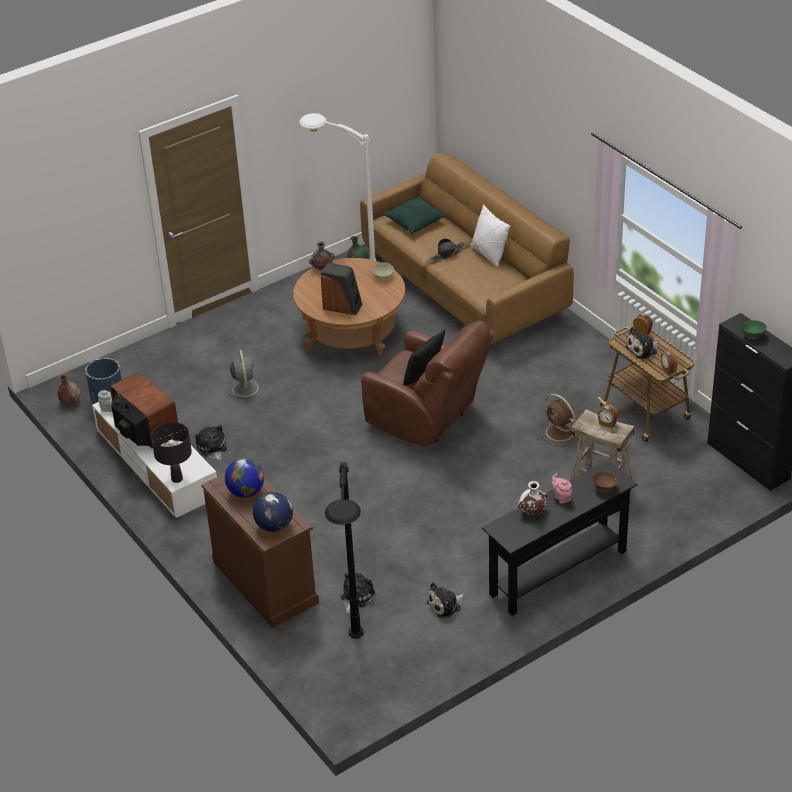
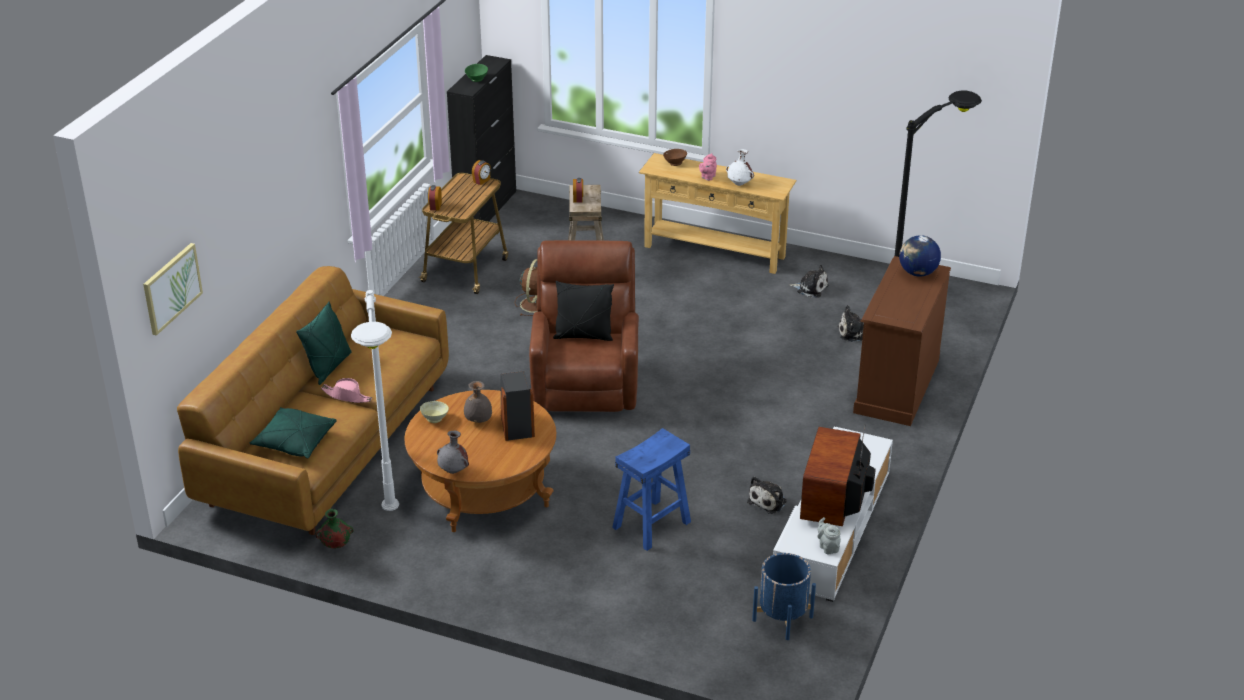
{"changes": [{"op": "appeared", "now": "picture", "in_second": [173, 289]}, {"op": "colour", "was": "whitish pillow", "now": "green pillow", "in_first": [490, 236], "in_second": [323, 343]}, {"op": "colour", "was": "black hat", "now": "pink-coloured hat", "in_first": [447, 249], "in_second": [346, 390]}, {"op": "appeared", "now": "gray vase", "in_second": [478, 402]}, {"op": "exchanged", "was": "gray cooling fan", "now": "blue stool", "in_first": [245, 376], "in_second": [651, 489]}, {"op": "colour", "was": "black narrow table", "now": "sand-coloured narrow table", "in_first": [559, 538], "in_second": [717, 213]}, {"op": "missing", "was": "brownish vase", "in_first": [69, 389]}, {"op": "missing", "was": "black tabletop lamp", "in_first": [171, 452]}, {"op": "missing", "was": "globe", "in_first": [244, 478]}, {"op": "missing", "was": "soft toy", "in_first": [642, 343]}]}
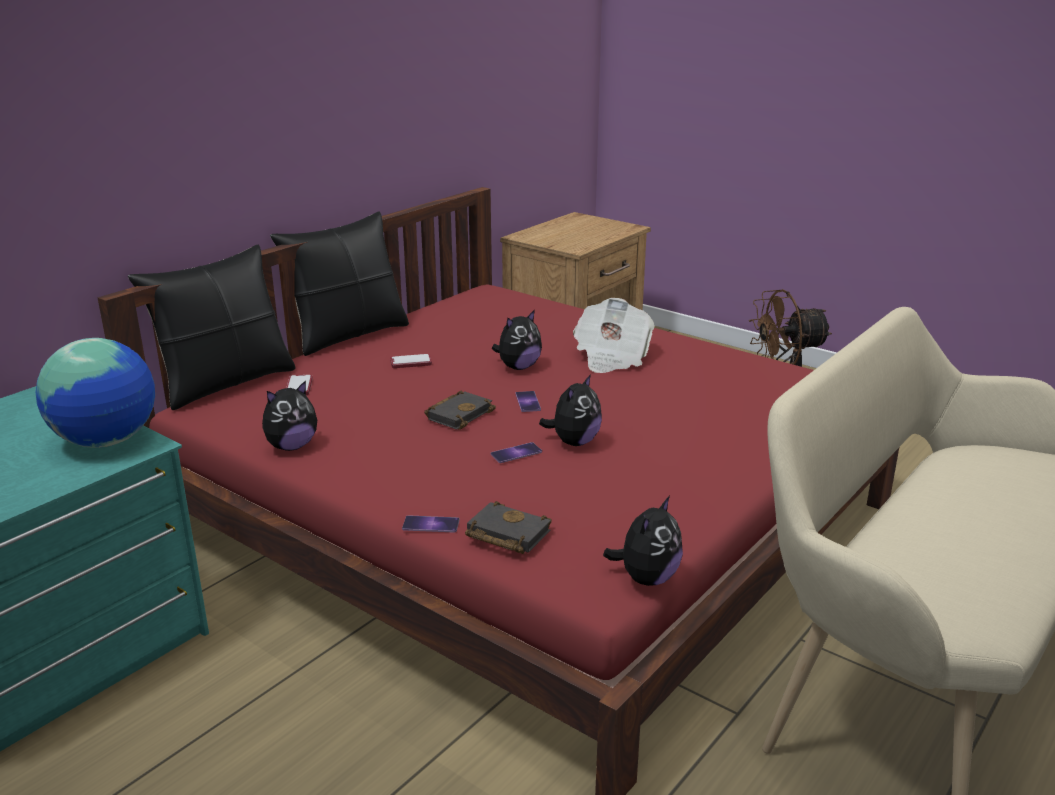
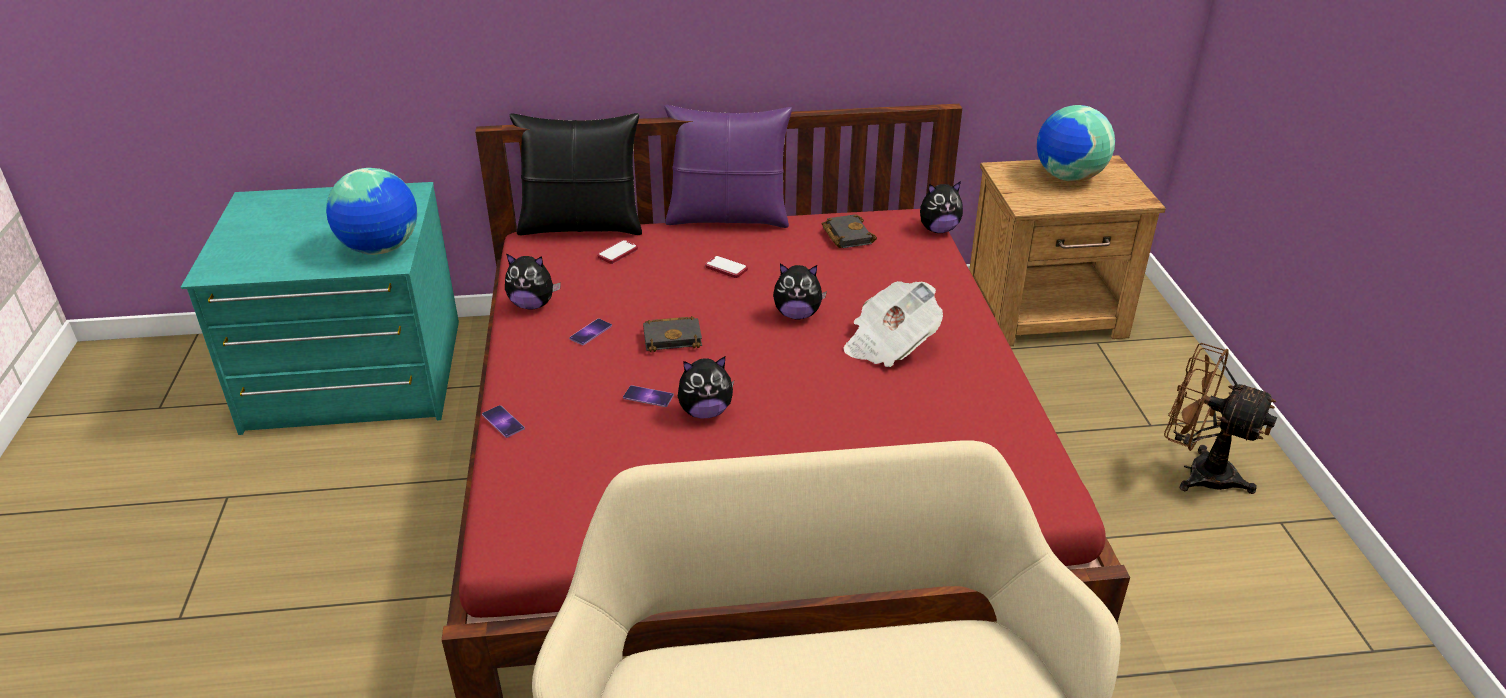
{"changes": [{"op": "relocated", "was": "handset", "in_first": [528, 401], "in_second": [590, 332]}, {"op": "colour", "was": "black pillow", "now": "purple-coloured pillow", "in_first": [339, 283], "in_second": [728, 166]}, {"op": "relocated", "was": "black book", "in_first": [508, 527], "in_second": [849, 231]}, {"op": "relocated", "was": "soft toy", "in_first": [643, 541], "in_second": [941, 207]}, {"op": "appeared", "now": "globe", "in_second": [1076, 143]}]}
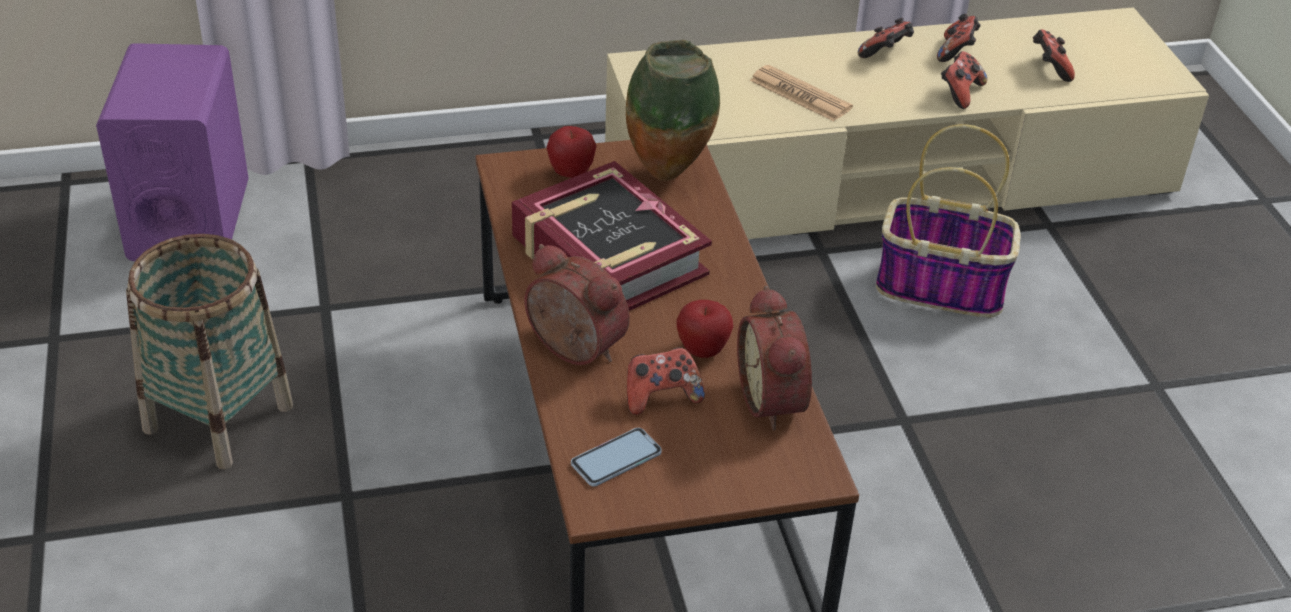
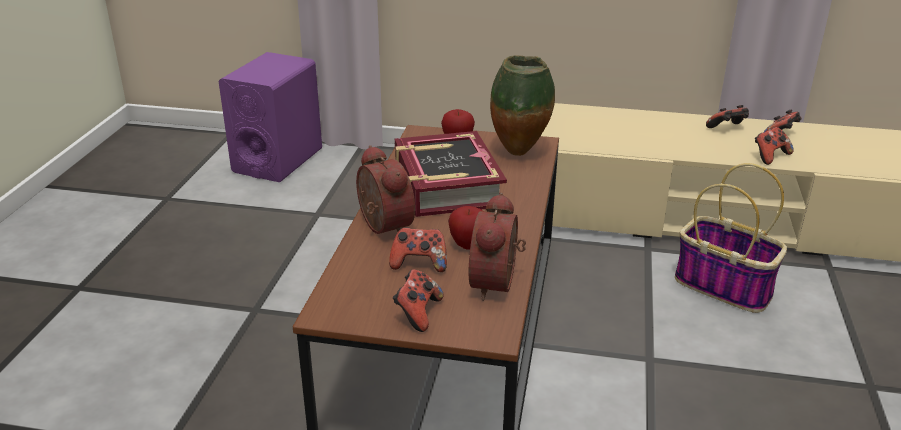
{"changes": [{"op": "relocated", "was": "gamepad", "in_first": [1054, 55], "in_second": [418, 300]}, {"op": "missing", "was": "basket", "in_first": [209, 351]}, {"op": "missing", "was": "handset", "in_first": [616, 457]}, {"op": "missing", "was": "printed paper", "in_first": [801, 93]}]}
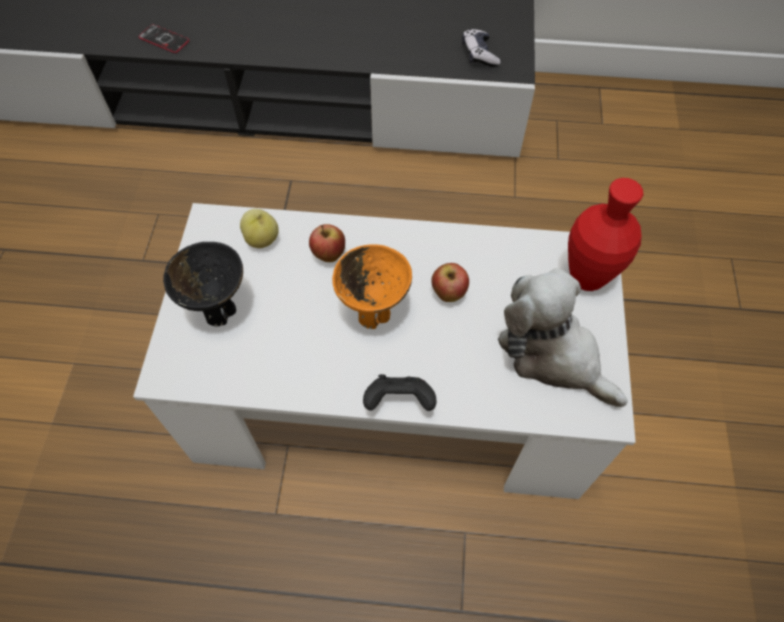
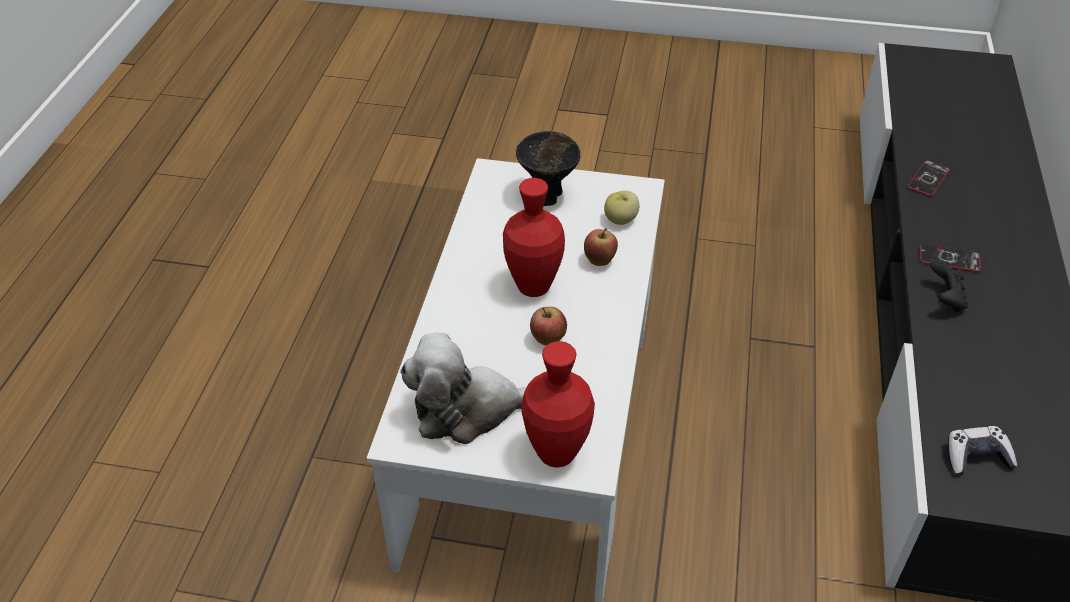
{"changes": [{"op": "spun", "was": "soft toy", "in_first": [562, 337], "in_second": [463, 388], "clockwise": -150}, {"op": "exchanged", "was": "orange-coloured deep dish", "now": "red-coloured vase", "in_first": [372, 286], "in_second": [534, 237]}, {"op": "appeared", "now": "handset", "in_second": [950, 258]}, {"op": "relocated", "was": "black gamepad", "in_first": [400, 392], "in_second": [949, 286]}]}
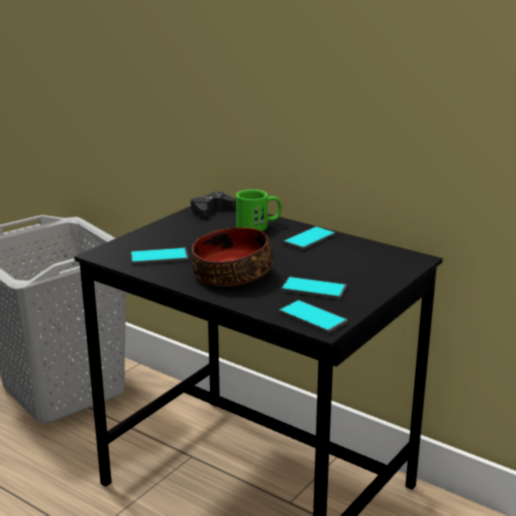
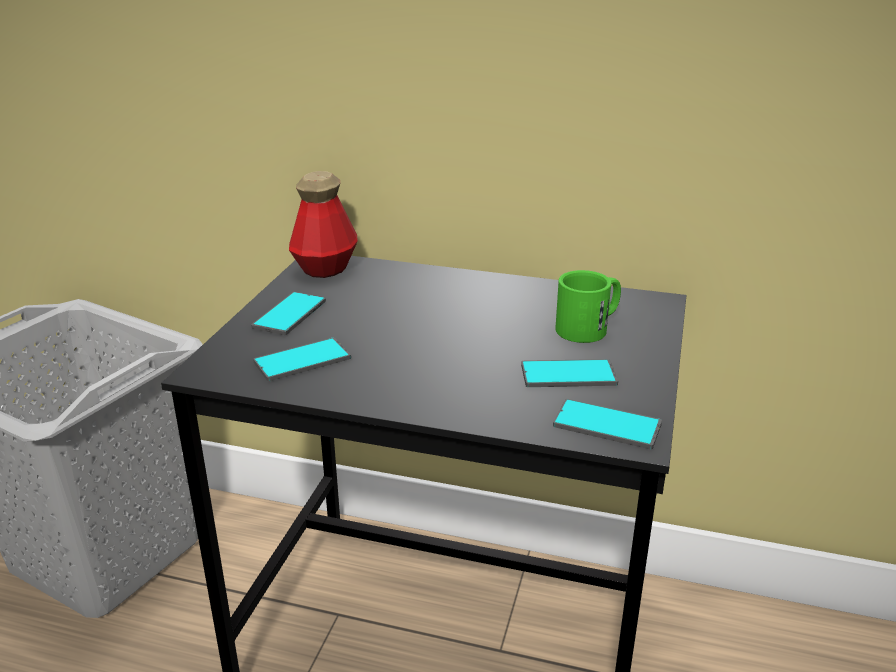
{"changes": [{"op": "relocated", "was": "handset", "in_first": [309, 238], "in_second": [288, 313]}, {"op": "exchanged", "was": "black gamepad", "now": "bottle", "in_first": [213, 203], "in_second": [323, 224]}, {"op": "relocated", "was": "green mug", "in_first": [259, 210], "in_second": [588, 306]}, {"op": "missing", "was": "deep dish", "in_first": [232, 256]}]}
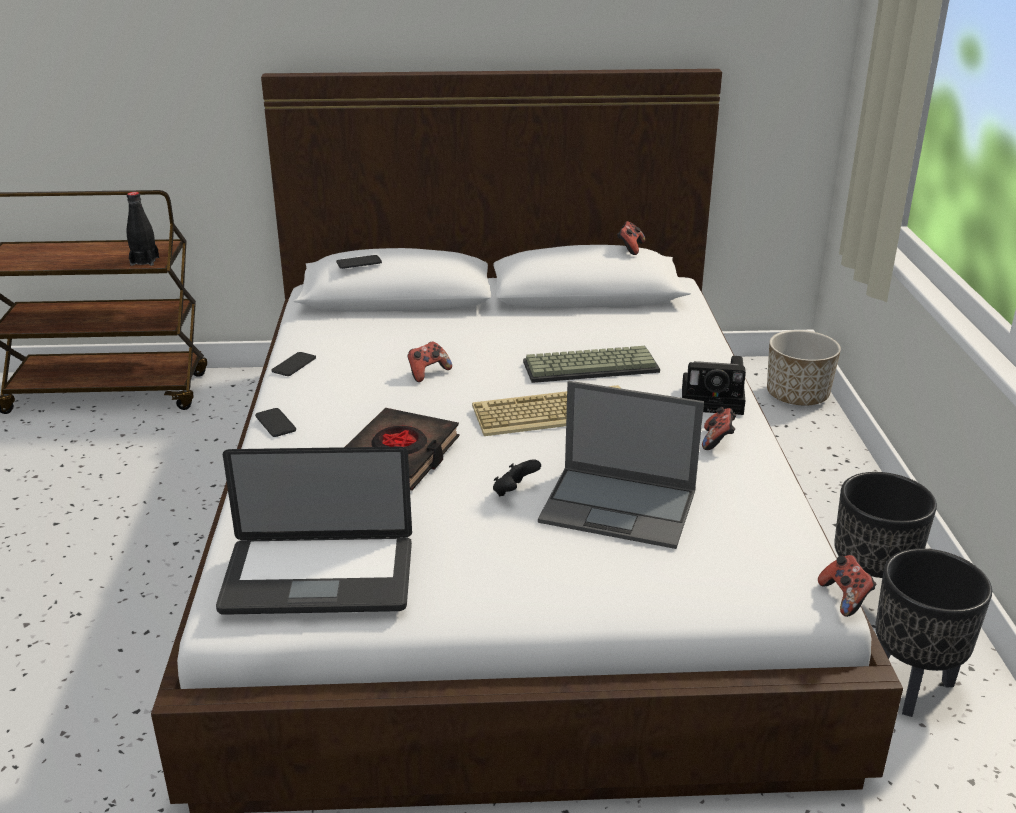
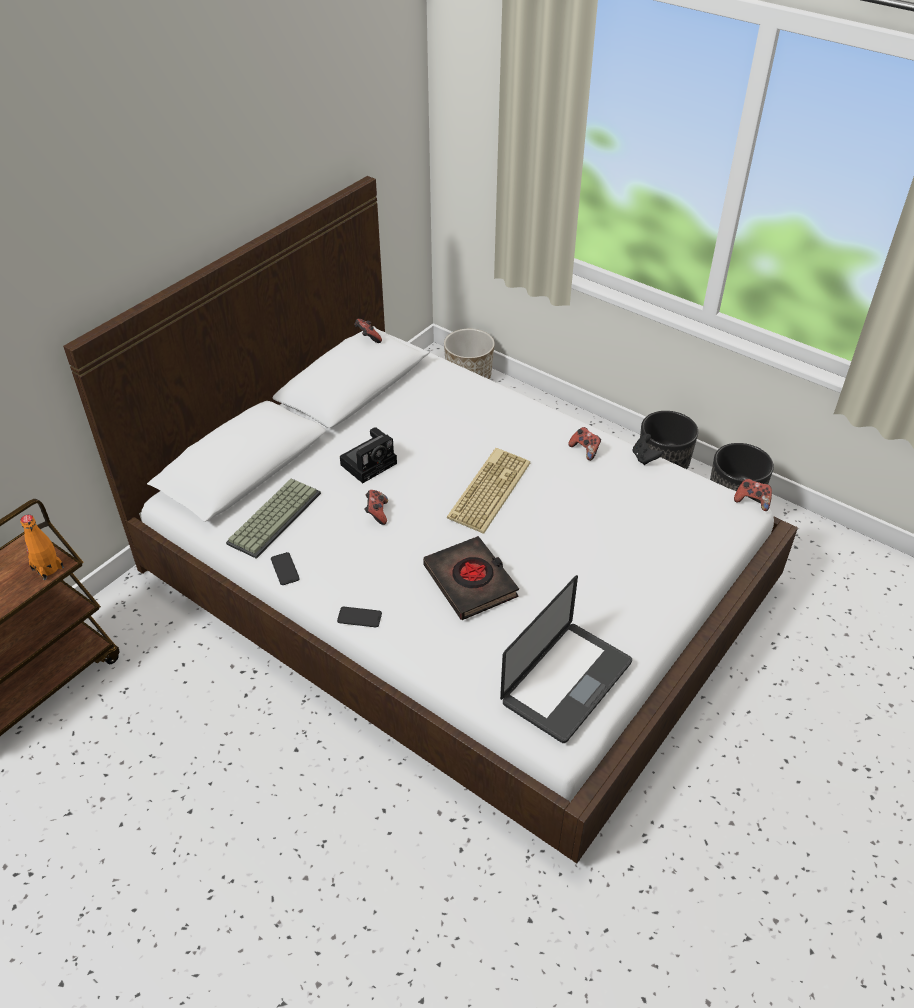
{"changes": [{"op": "colour", "was": "black bottle", "now": "orange-coloured bottle", "in_first": [142, 229], "in_second": [42, 547]}, {"op": "relocated", "was": "PC keyboard", "in_first": [591, 364], "in_second": [273, 518]}, {"op": "relocated", "was": "photo camera", "in_first": [714, 385], "in_second": [368, 455]}, {"op": "relocated", "was": "black gamepad", "in_first": [517, 477], "in_second": [647, 449]}, {"op": "missing", "was": "handset", "in_first": [359, 262]}, {"op": "missing", "was": "portable computer", "in_first": [621, 465]}]}
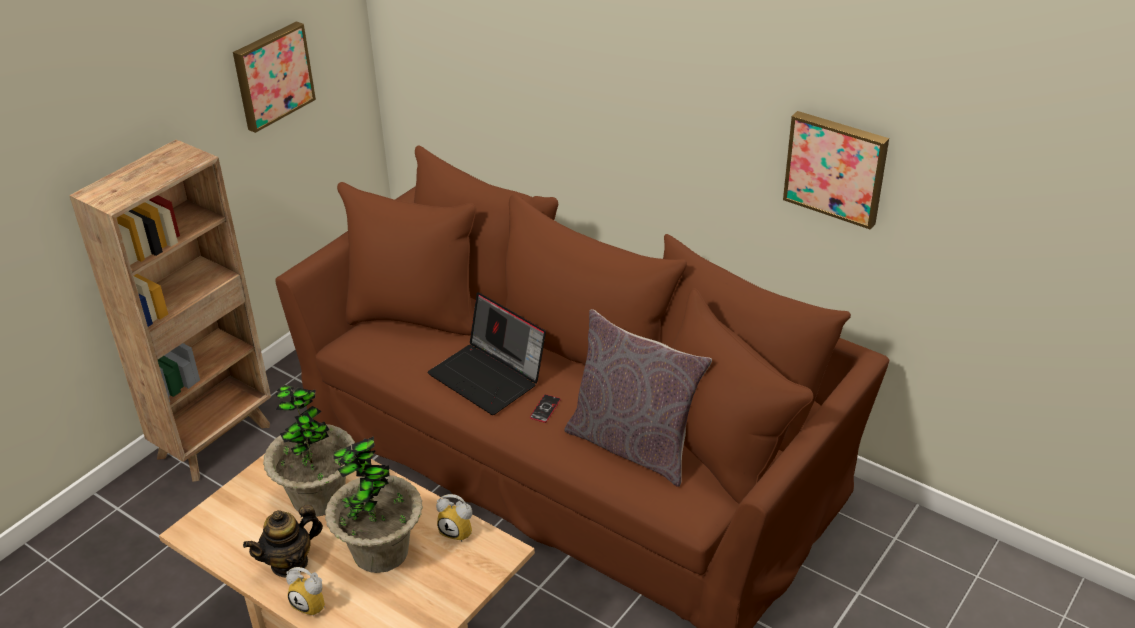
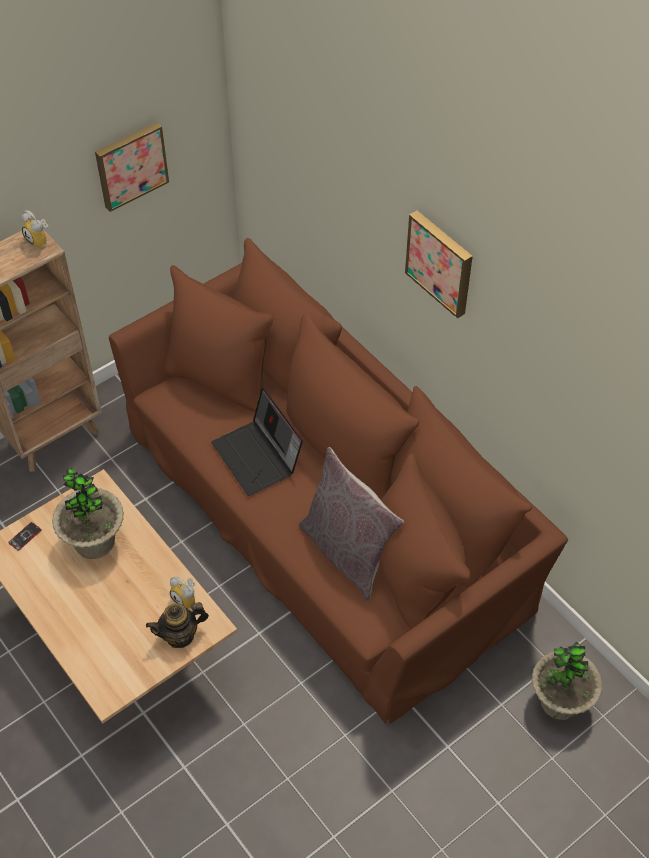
{"changes": [{"op": "relocated", "was": "handset", "in_first": [545, 408], "in_second": [25, 536]}, {"op": "relocated", "was": "alarm clock", "in_first": [305, 592], "in_second": [34, 229]}, {"op": "relocated", "was": "teapot", "in_first": [283, 541], "in_second": [177, 625]}, {"op": "relocated", "was": "picture", "in_first": [836, 170], "in_second": [439, 265]}, {"op": "relocated", "was": "plant in a pot", "in_first": [374, 504], "in_second": [567, 680]}]}
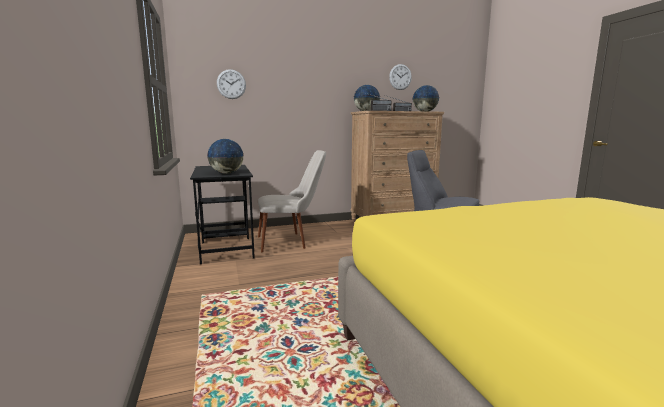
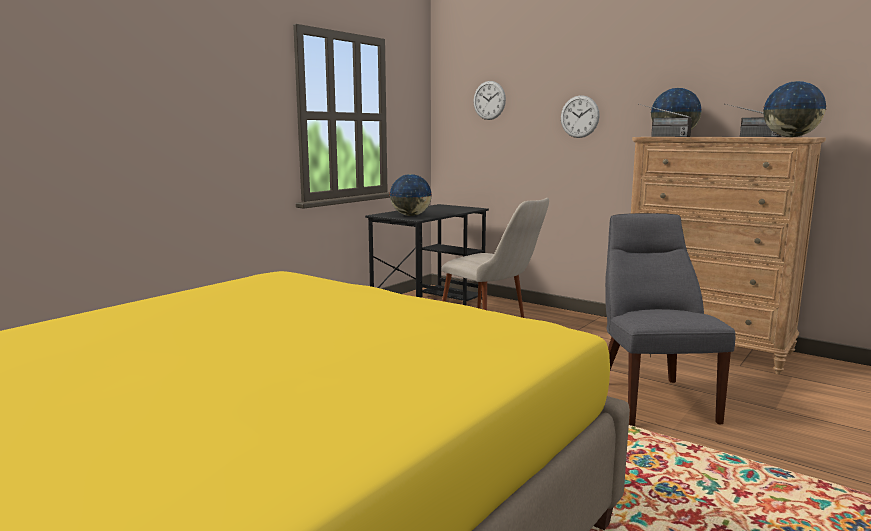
{"changes": [{"op": "relocated", "was": "wall clock", "in_first": [400, 77], "in_second": [580, 116]}]}
